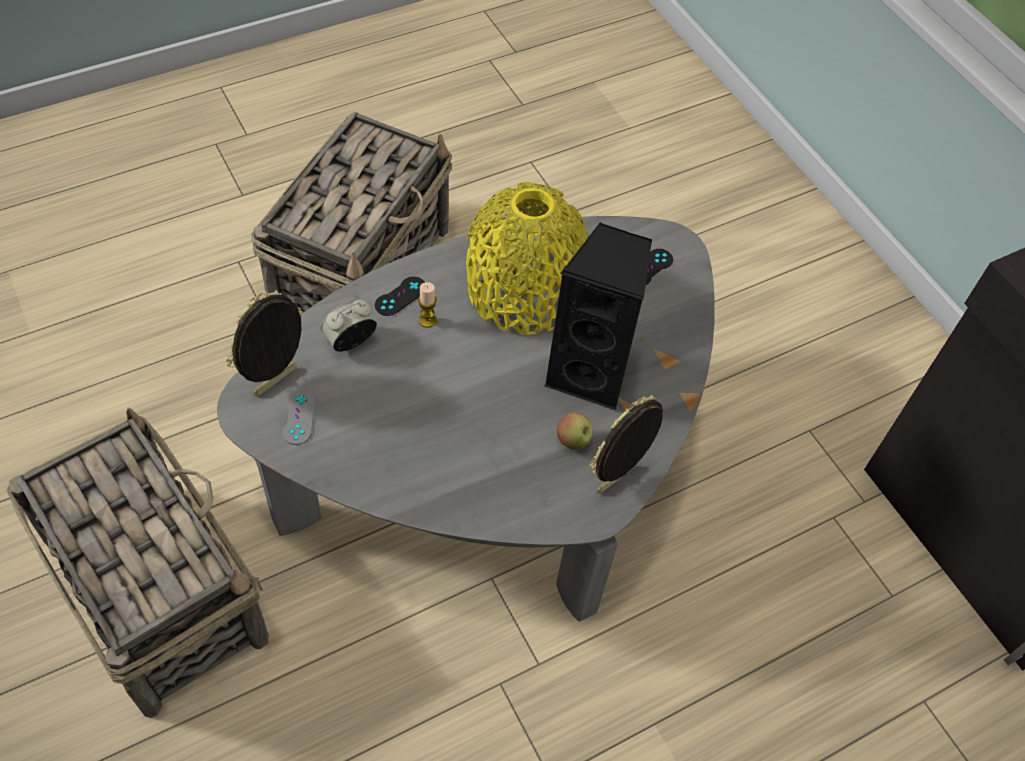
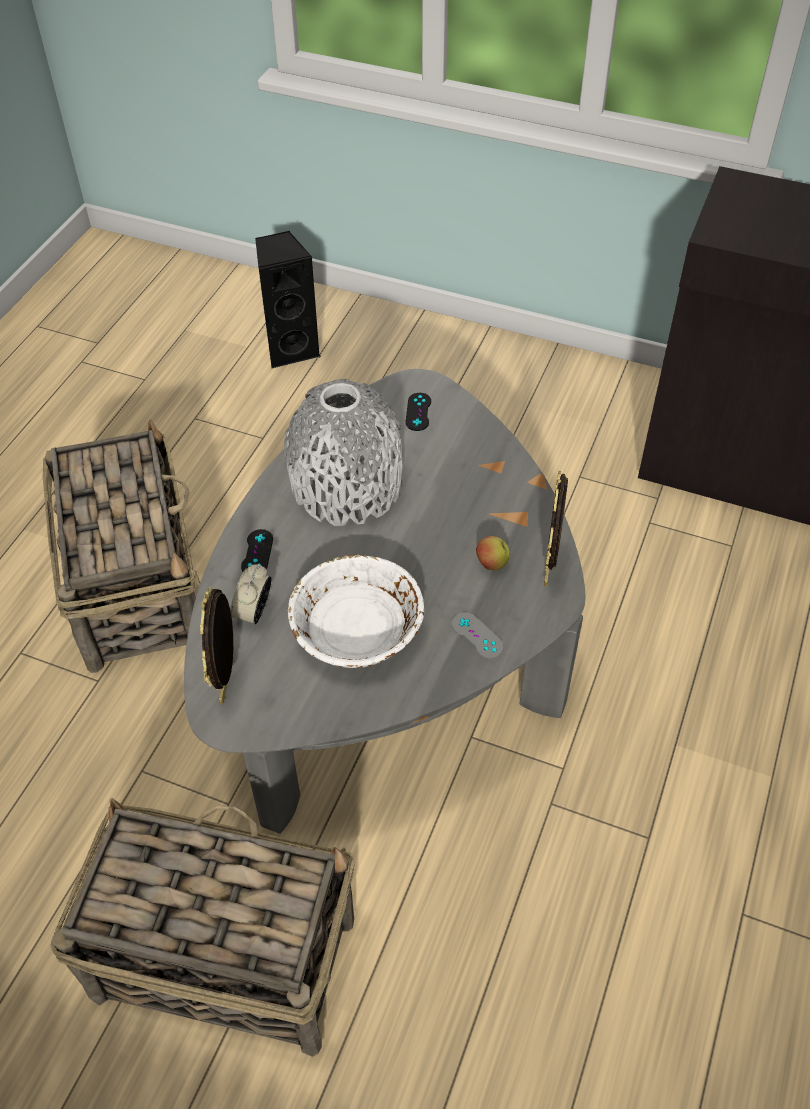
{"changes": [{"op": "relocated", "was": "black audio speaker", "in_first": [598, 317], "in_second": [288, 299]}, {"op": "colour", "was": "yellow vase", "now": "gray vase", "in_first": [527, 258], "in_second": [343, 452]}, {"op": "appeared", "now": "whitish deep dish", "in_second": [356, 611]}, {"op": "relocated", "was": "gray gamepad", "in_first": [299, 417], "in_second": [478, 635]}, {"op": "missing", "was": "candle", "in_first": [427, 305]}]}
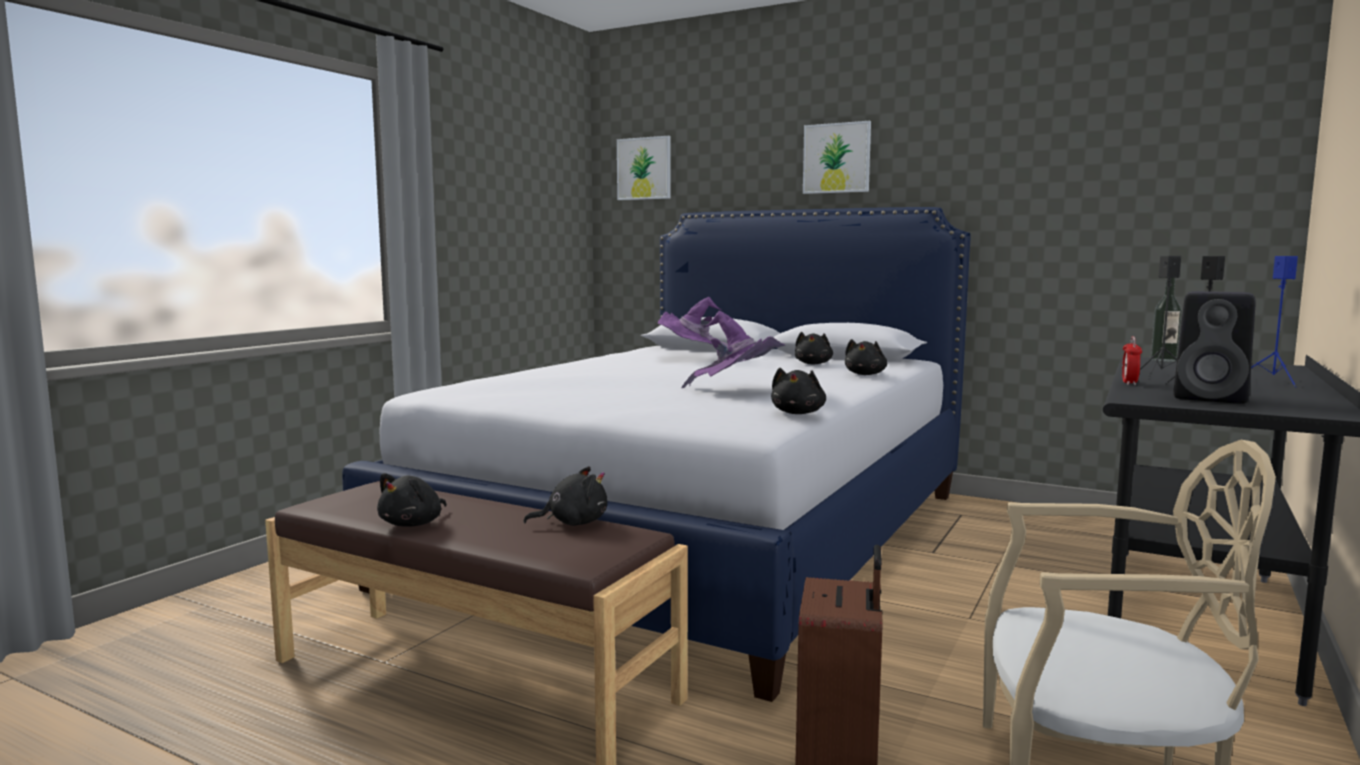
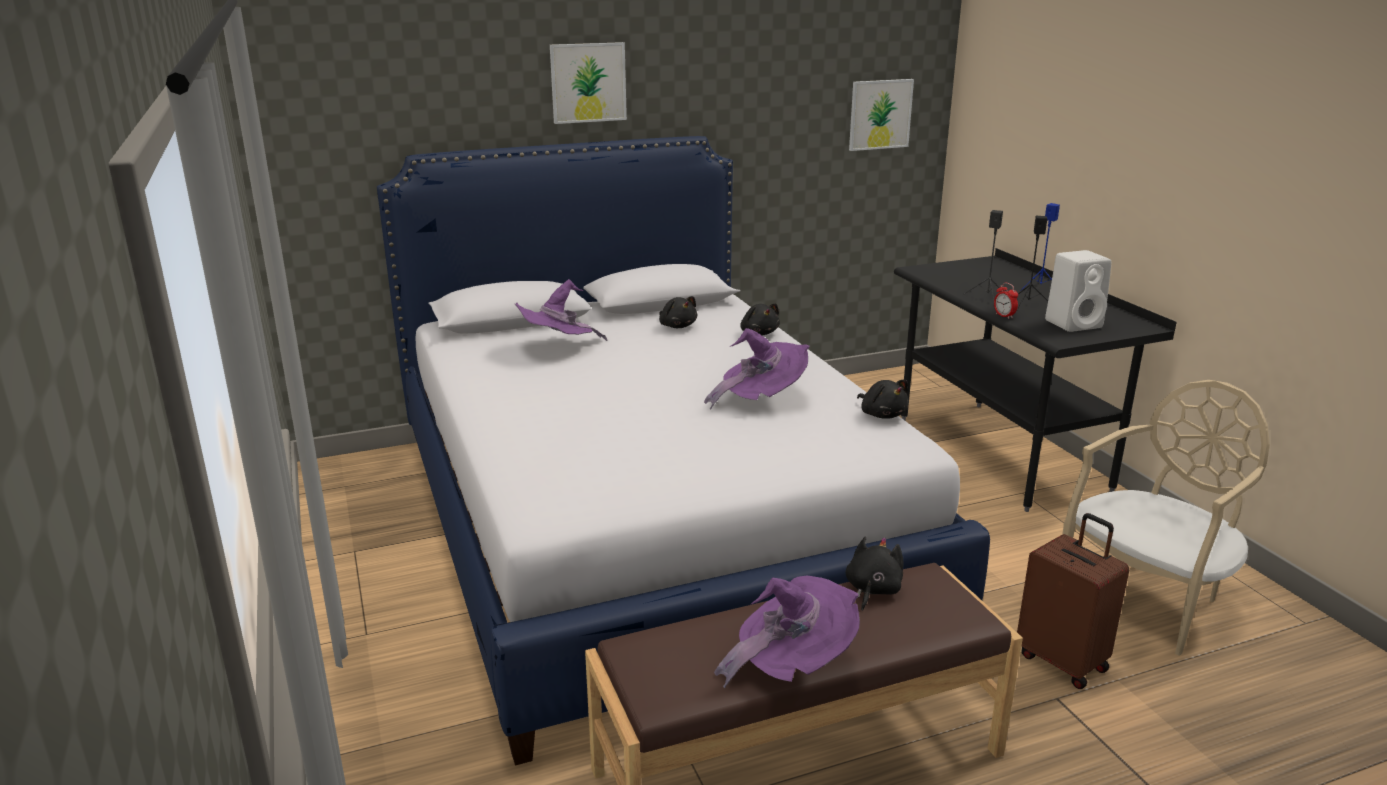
{"changes": [{"op": "exchanged", "was": "black soft toy", "now": "purple-coloured hat", "in_first": [412, 500], "in_second": [787, 632]}, {"op": "relocated", "was": "picture", "in_first": [644, 168], "in_second": [881, 115]}, {"op": "colour", "was": "black audio speaker", "now": "whitish audio speaker", "in_first": [1214, 347], "in_second": [1078, 291]}, {"op": "missing", "was": "bottle", "in_first": [1166, 320]}]}
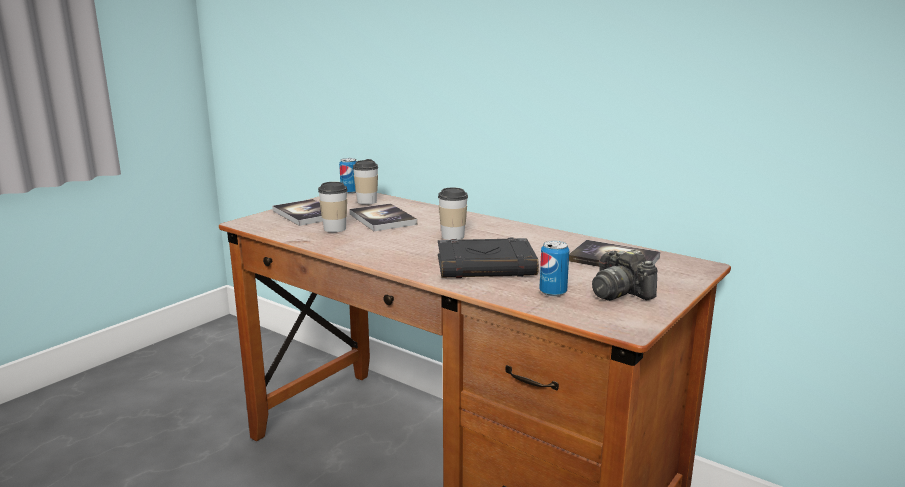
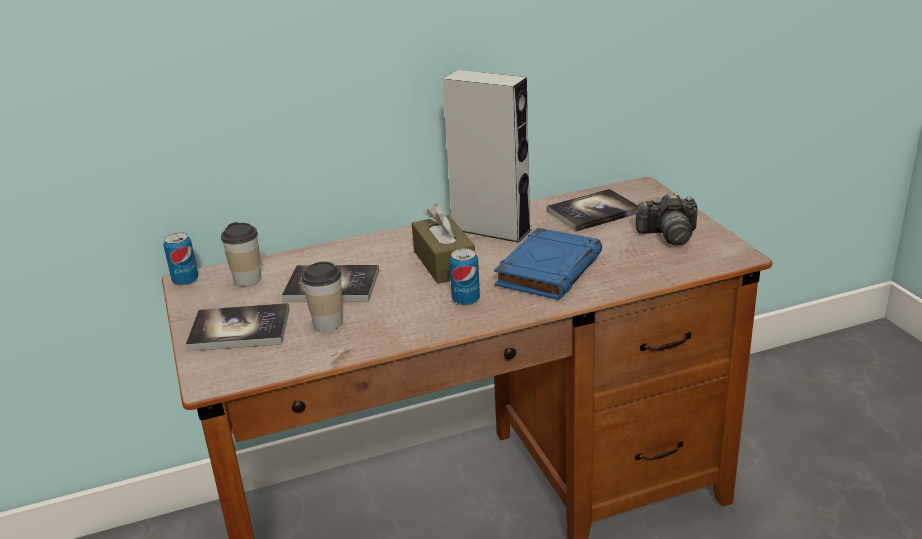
{"changes": [{"op": "exchanged", "was": "cup", "now": "brownish tissue box", "in_first": [453, 214], "in_second": [443, 244]}, {"op": "appeared", "now": "gray audio speaker", "in_second": [486, 156]}, {"op": "relocated", "was": "sealed can", "in_first": [554, 268], "in_second": [464, 276]}, {"op": "colour", "was": "black book", "now": "blue book", "in_first": [488, 258], "in_second": [548, 264]}]}
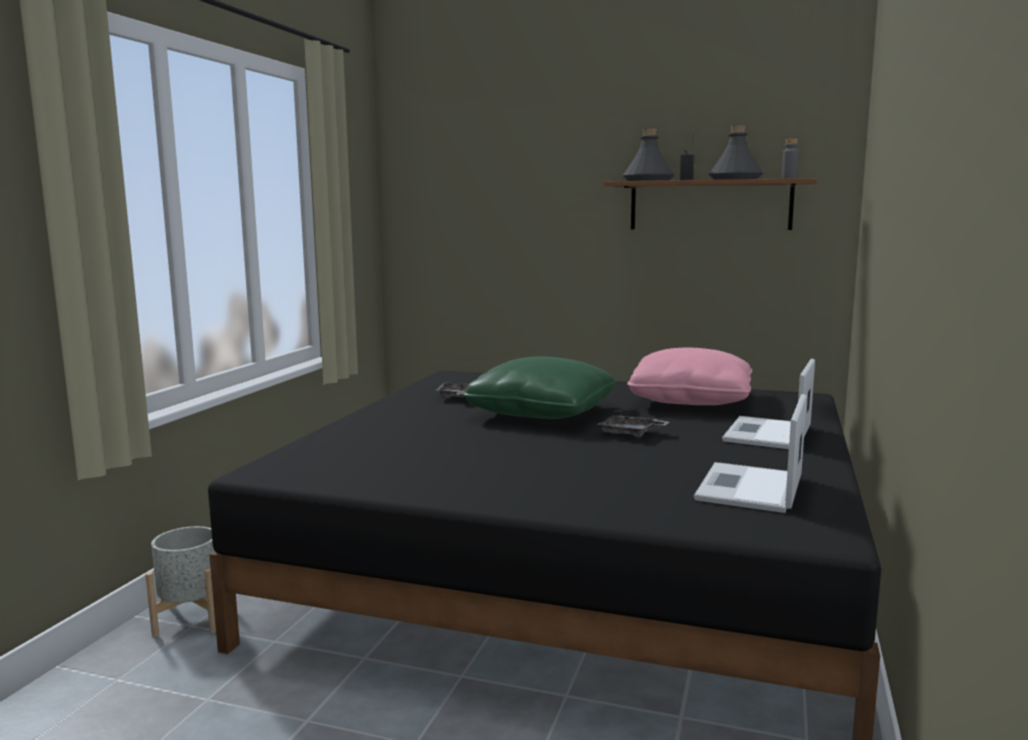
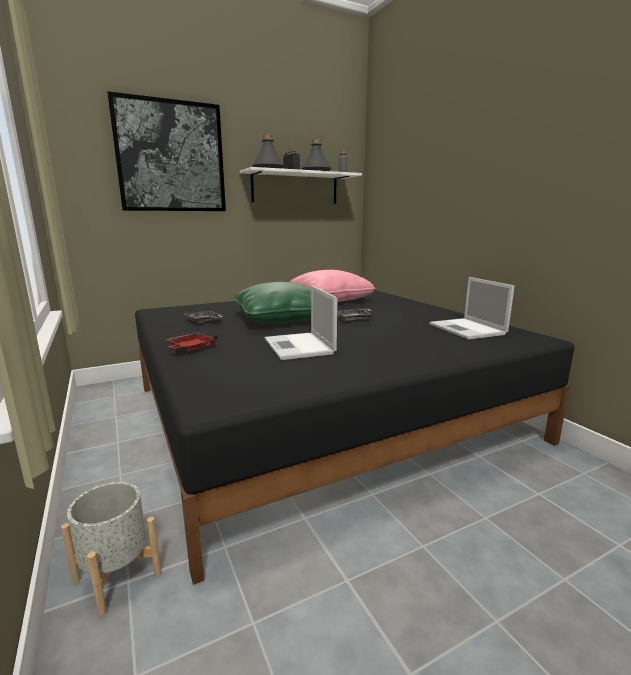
{"changes": [{"op": "appeared", "now": "picture", "in_second": [166, 151]}, {"op": "appeared", "now": "red-coloured tray", "in_second": [192, 341]}, {"op": "colour", "was": "brownish shelf", "now": "whitish shelf", "in_first": [710, 204], "in_second": [301, 185]}, {"op": "relocated", "was": "portable computer", "in_first": [768, 404], "in_second": [300, 323]}]}
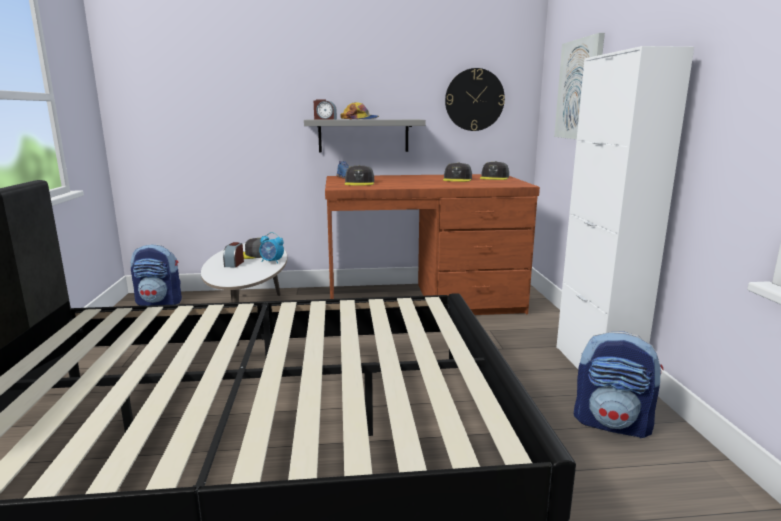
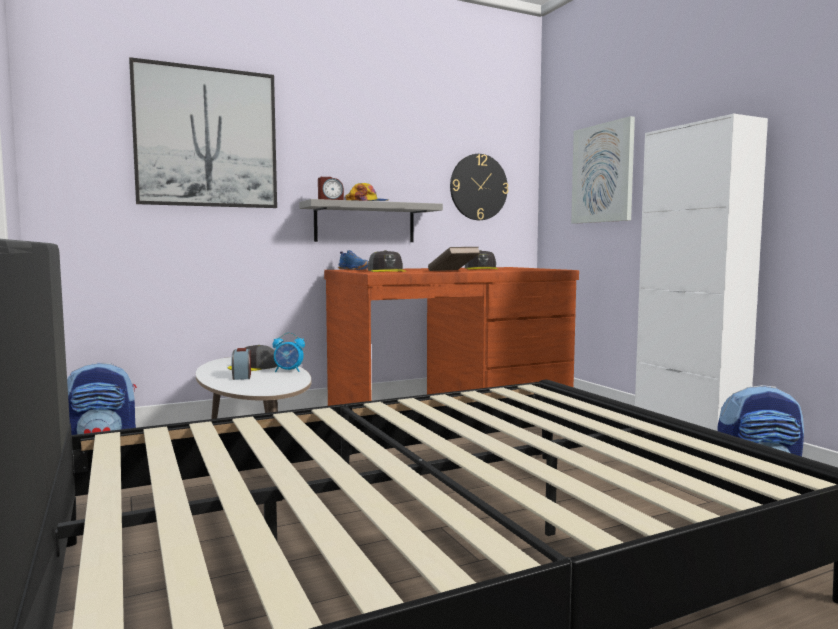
{"changes": [{"op": "appeared", "now": "picture", "in_second": [203, 132]}, {"op": "appeared", "now": "brownish book", "in_second": [454, 259]}, {"op": "missing", "was": "gray cap", "in_first": [494, 170]}]}
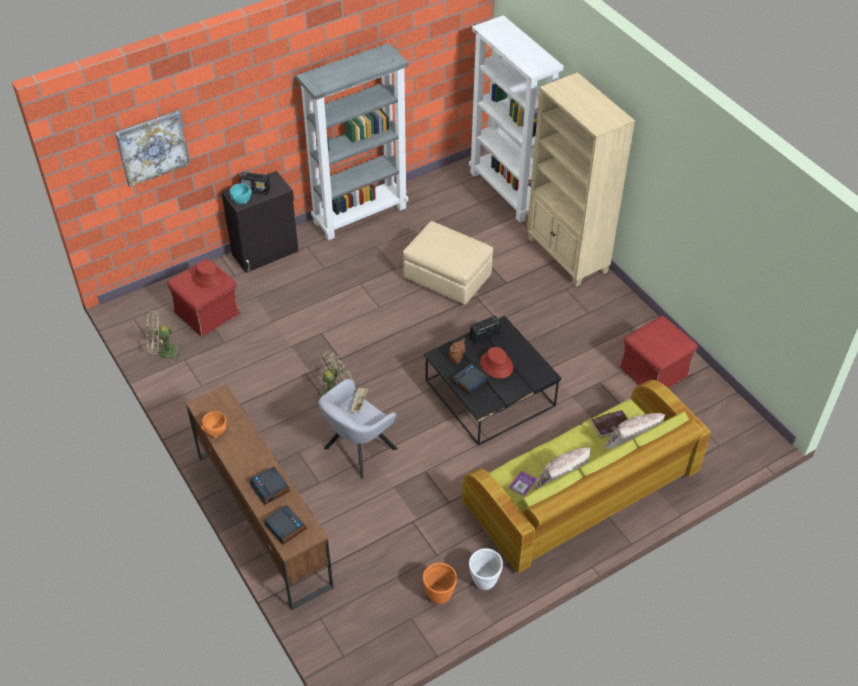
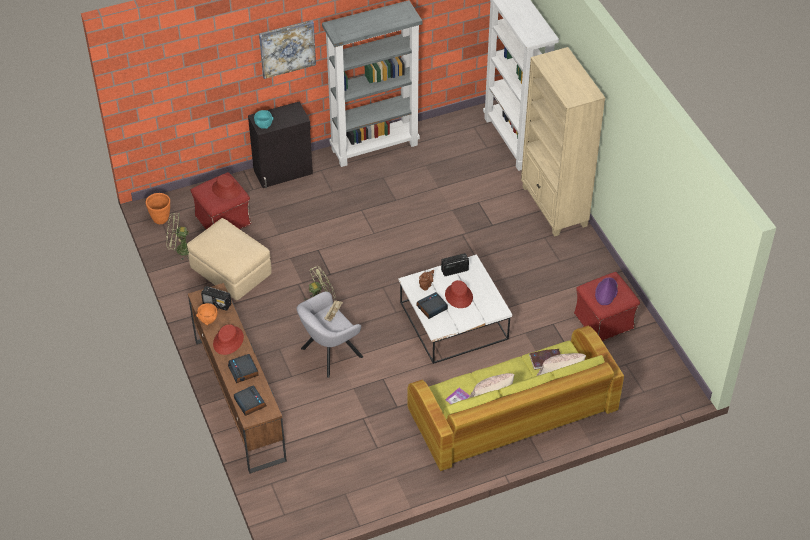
{"changes": [{"op": "relocated", "was": "orange-coloured planter", "in_first": [440, 584], "in_second": [158, 208]}, {"op": "relocated", "was": "sand-coloured pouffe", "in_first": [448, 263], "in_second": [229, 259]}, {"op": "relocated", "was": "radio receiver", "in_first": [254, 183], "in_second": [216, 298]}, {"op": "appeared", "now": "red-coloured hat", "in_second": [228, 339]}, {"op": "relocated", "was": "picture", "in_first": [152, 149], "in_second": [287, 49]}, {"op": "colour", "was": "black lounge table", "now": "whitish lounge table", "in_first": [492, 381], "in_second": [455, 309]}, {"op": "appeared", "now": "purple-coloured hat", "in_second": [606, 291]}, {"op": "missing", "was": "whitish planter", "in_first": [486, 569]}]}
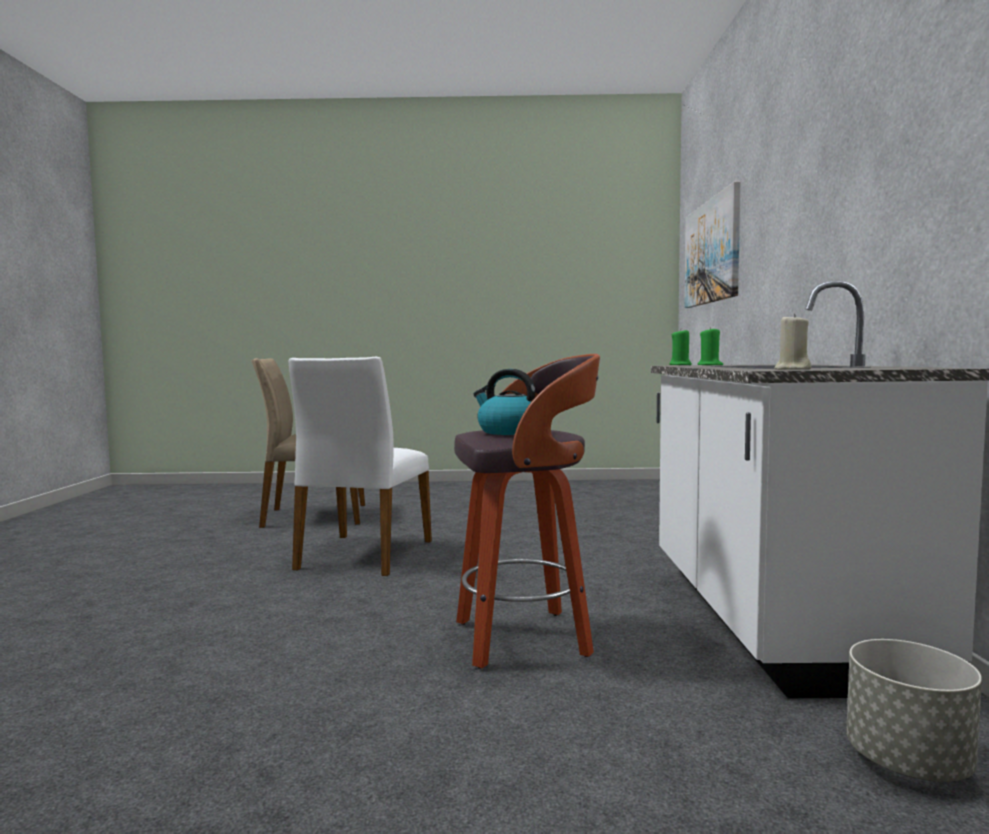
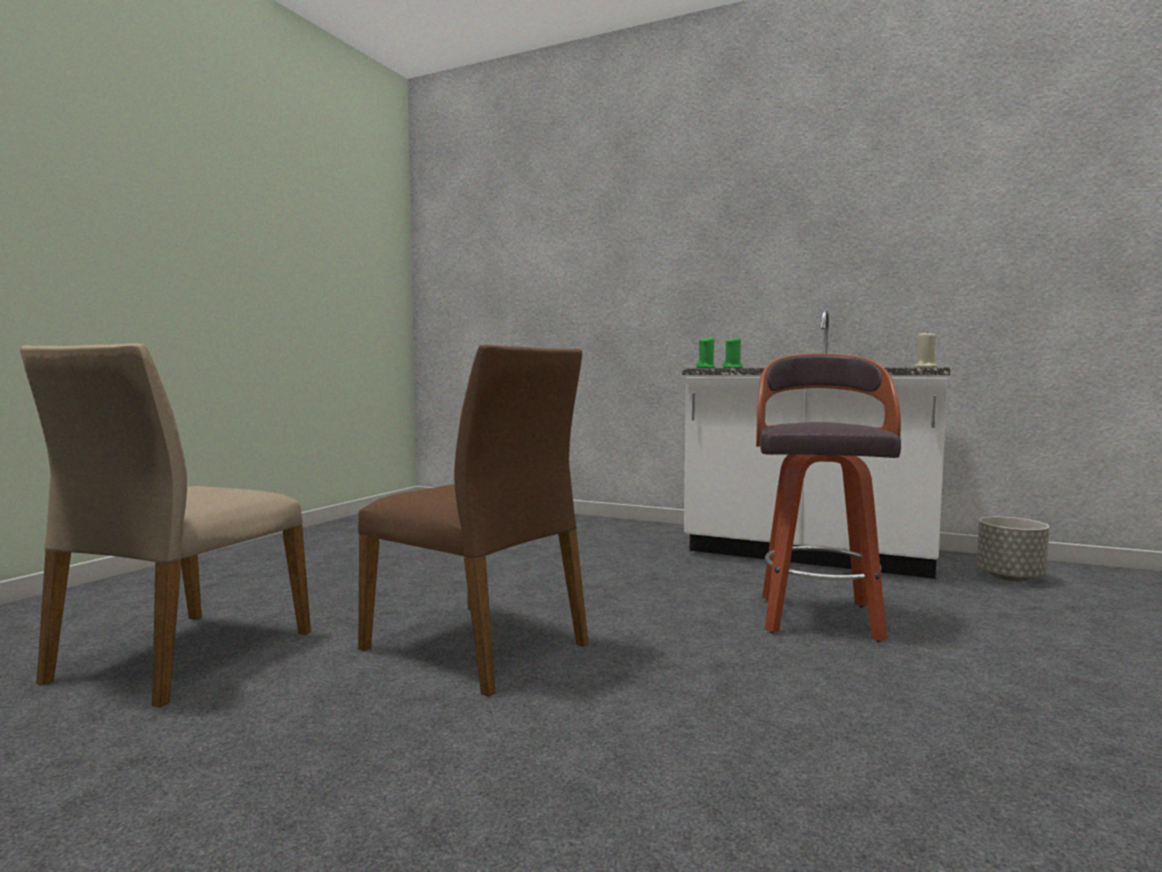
{"changes": [{"op": "colour", "was": "whitish plain chair", "now": "brownish plain chair", "in_first": [360, 466], "in_second": [473, 521]}, {"op": "missing", "was": "tea kettle", "in_first": [504, 402]}, {"op": "missing", "was": "picture", "in_first": [713, 244]}]}
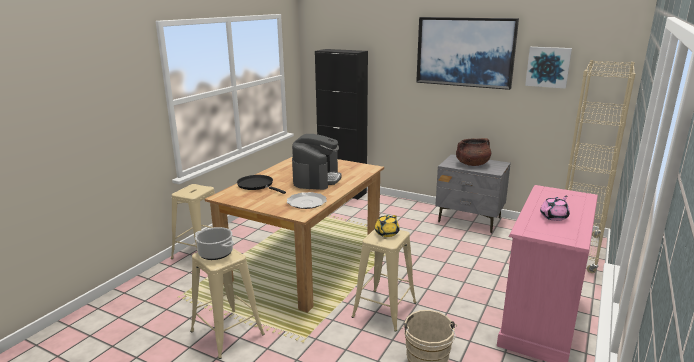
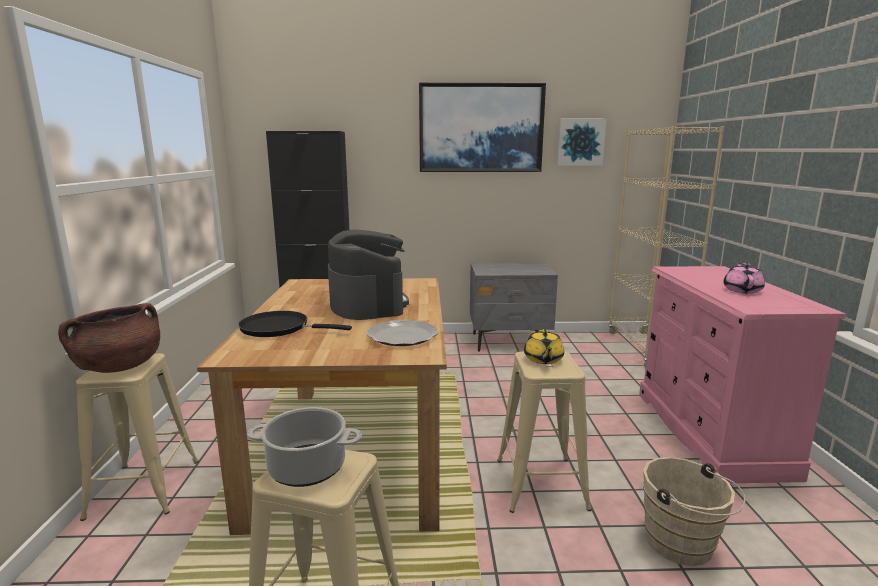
{"changes": [{"op": "relocated", "was": "brownish stockpot", "in_first": [473, 152], "in_second": [109, 338]}]}
